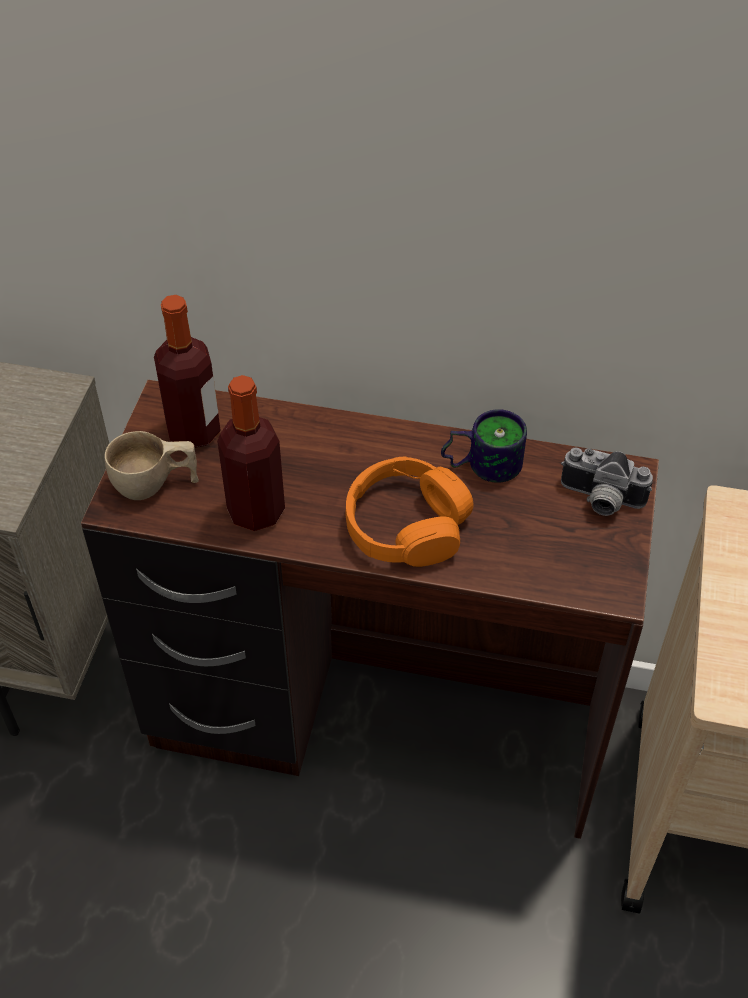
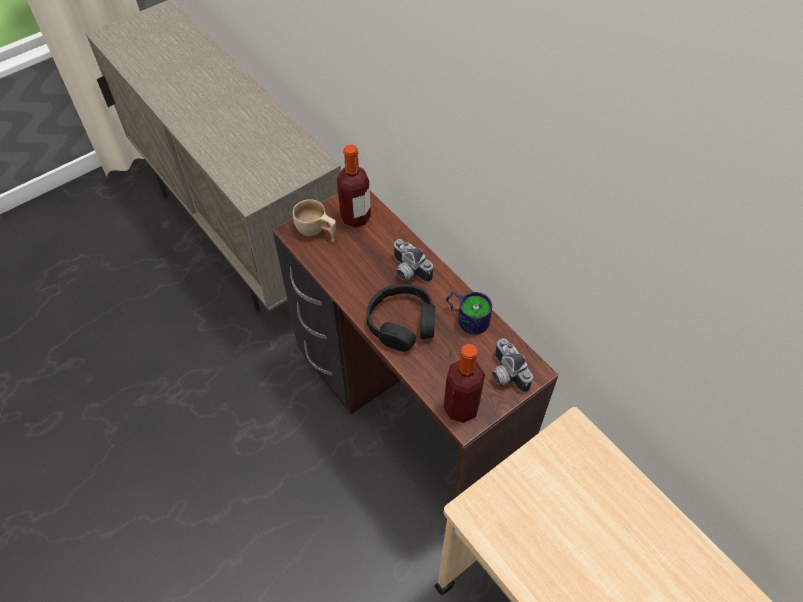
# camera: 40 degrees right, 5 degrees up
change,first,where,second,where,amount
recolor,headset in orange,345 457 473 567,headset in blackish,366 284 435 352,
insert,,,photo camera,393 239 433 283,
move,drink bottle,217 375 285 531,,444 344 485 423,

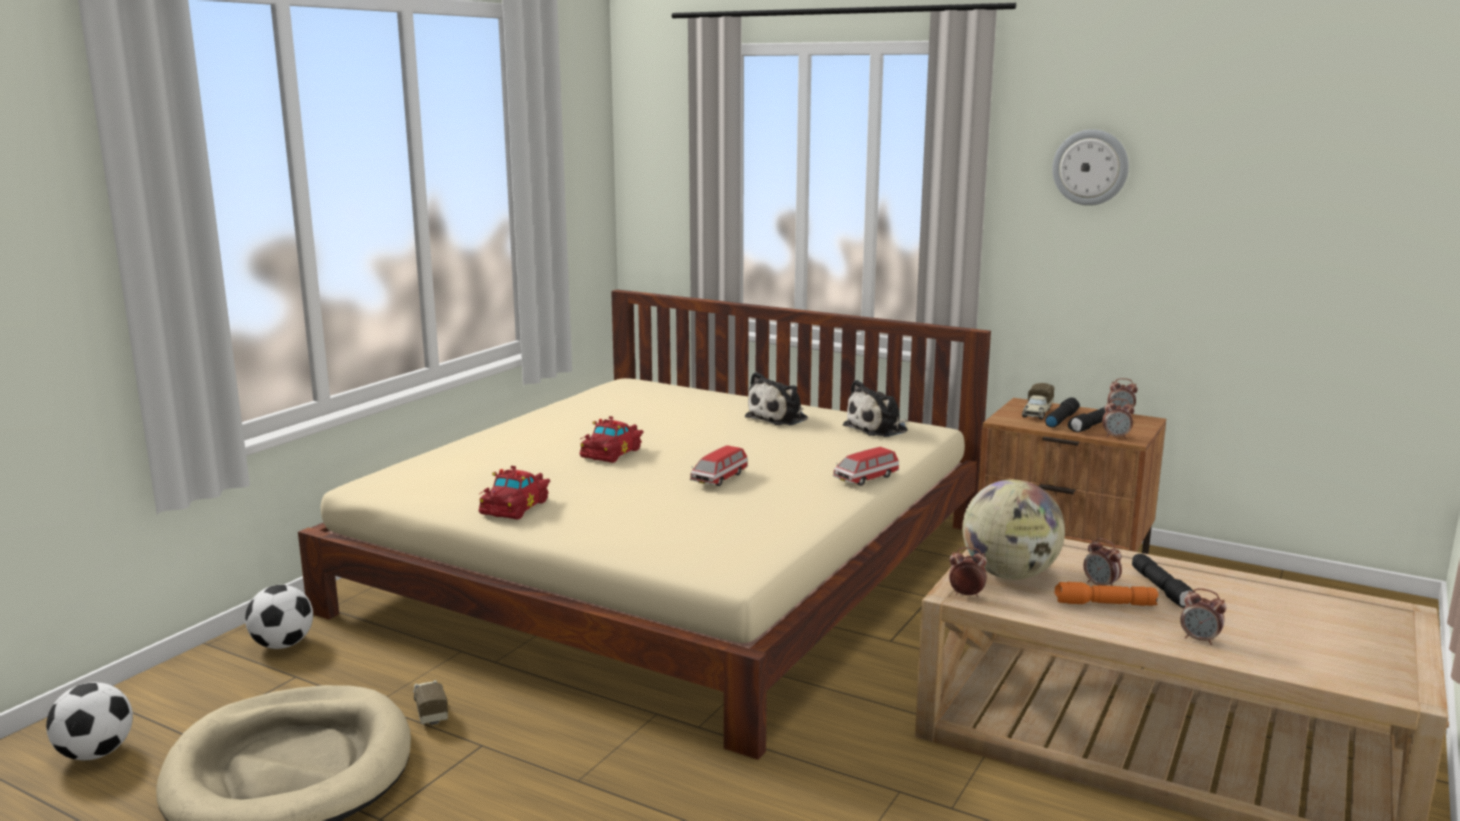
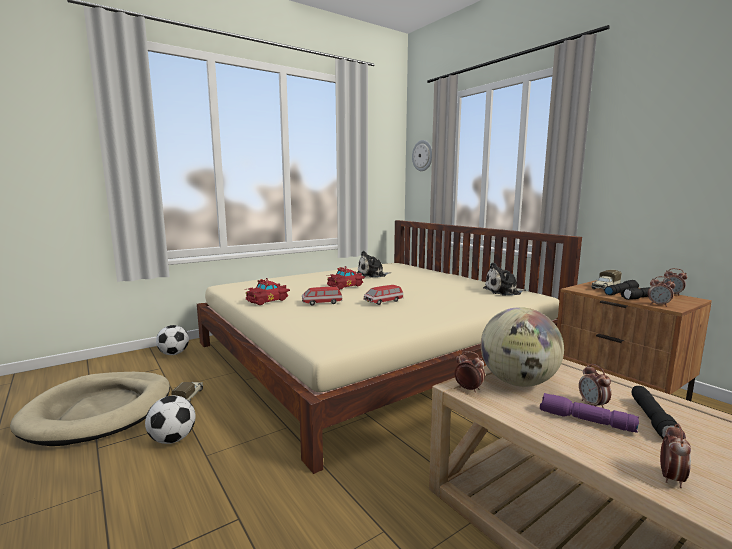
# camera: 25 degrees right, 5 degrees down
change,first,where,second,where,amount
move,ball for football,46 682 133 760,,145 396 196 444,
move,toy car,833 447 899 486,,302 287 342 306,
move,soft toy,745 372 808 425,,356 251 391 278,
move,clock on the wall,1052 129 1129 206,,412 140 432 171,
recolor,hand torch in orange,1055 582 1159 606,hand torch in purple,540 393 639 433,
rotate,alarm clock,1180 588 1227 645,,660 423 691 488,120 degrees counterclockwise

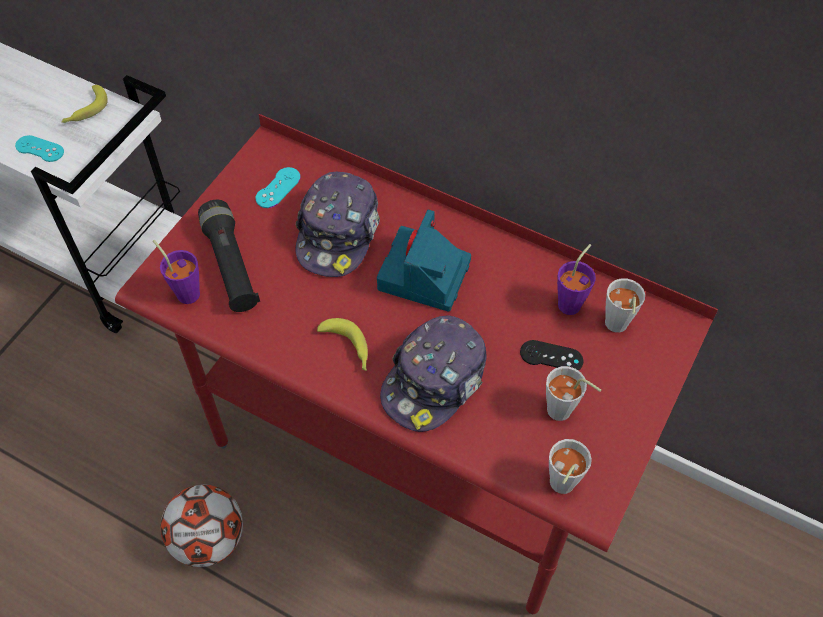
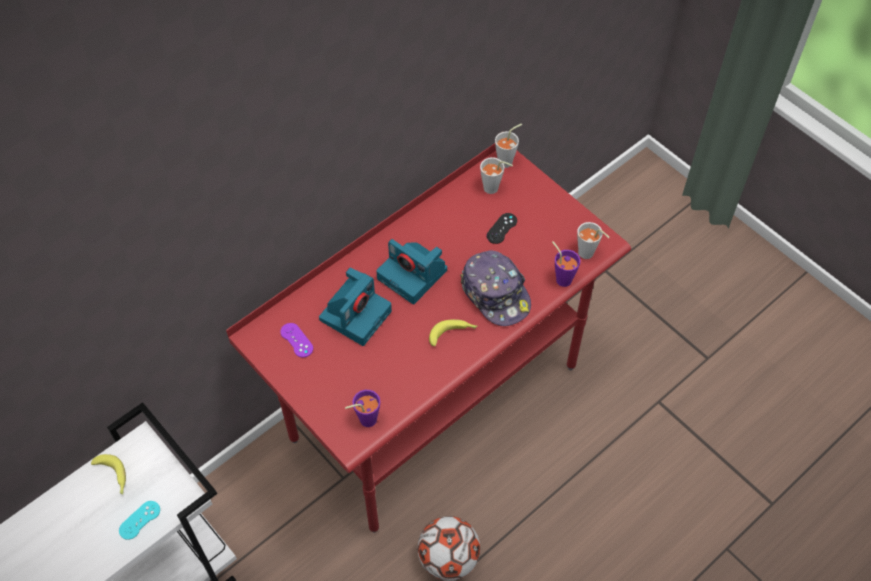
# camera: 70 degrees left, 0 degrees up
change,first,where,second,where,amount
recolor,joypad in turquoise-coloured,256 167 301 208,joypad in purple,280 323 313 357,
replace,cap,295 172 380 277,photo camera,319 267 392 346,
move,cup in gray,546 366 601 421,,495 123 522 168,
move,cup in purple,557 244 596 315,,552 241 581 287,
delete,hand torch in blackish,198 200 260 312,,,

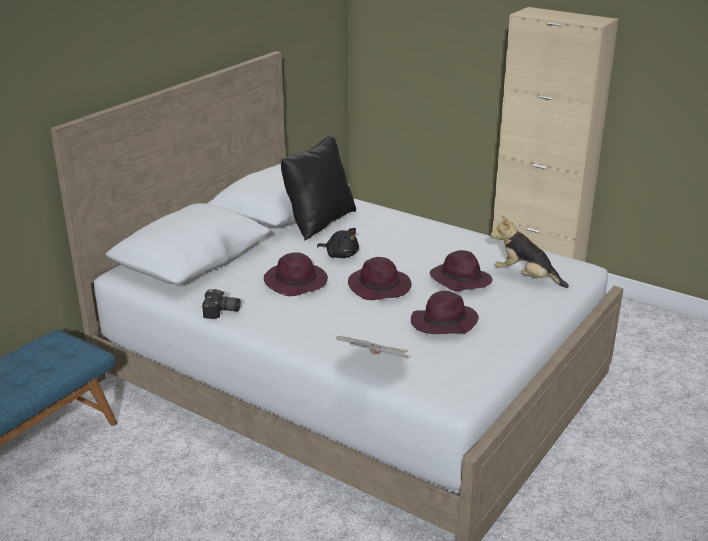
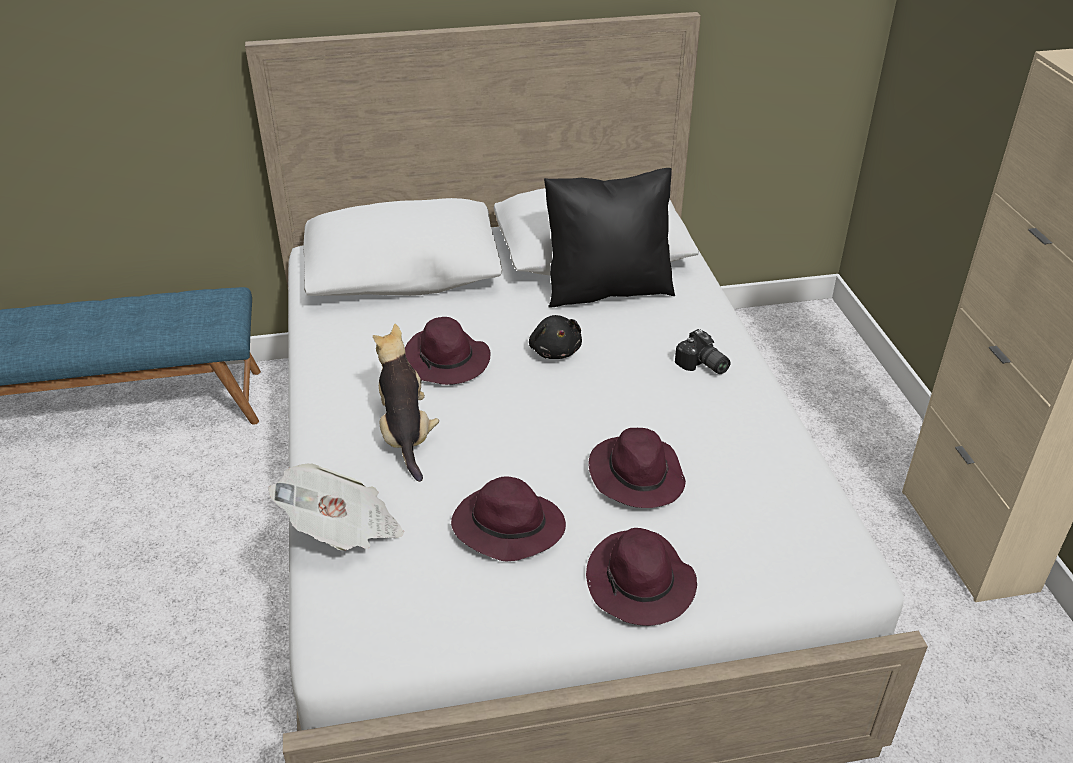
# camera: 45 degrees right, 10 degrees up
change,first,where,second,where,amount
move,soft toy,491 215 569 288,,373 324 439 482,
move,wearable hat in purple,348 257 412 300,,586 528 697 626,
move,photo camera,202 289 241 319,,675 329 731 374,

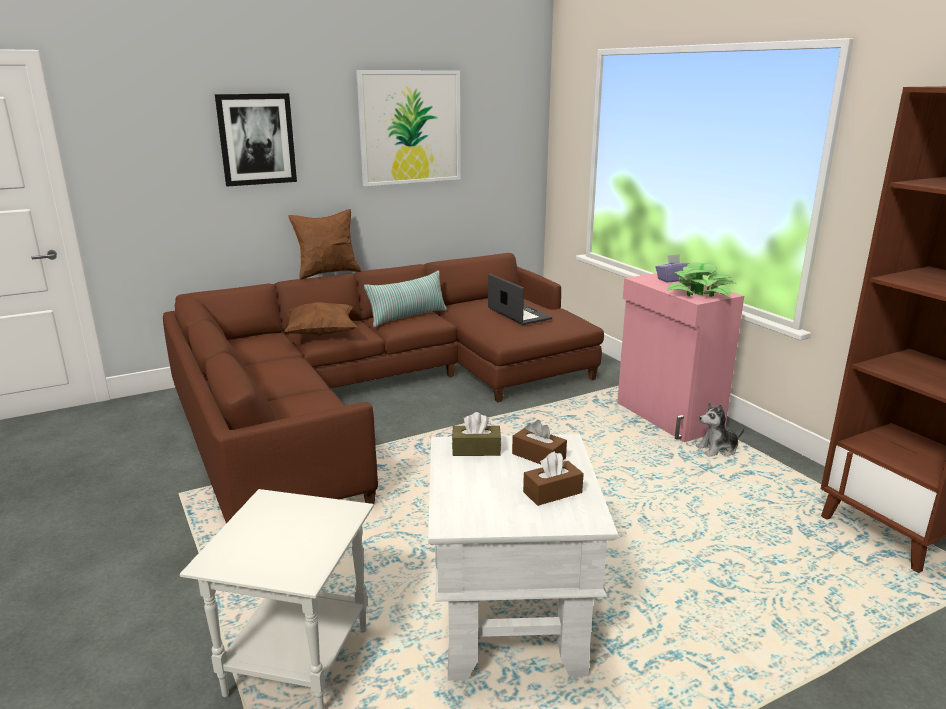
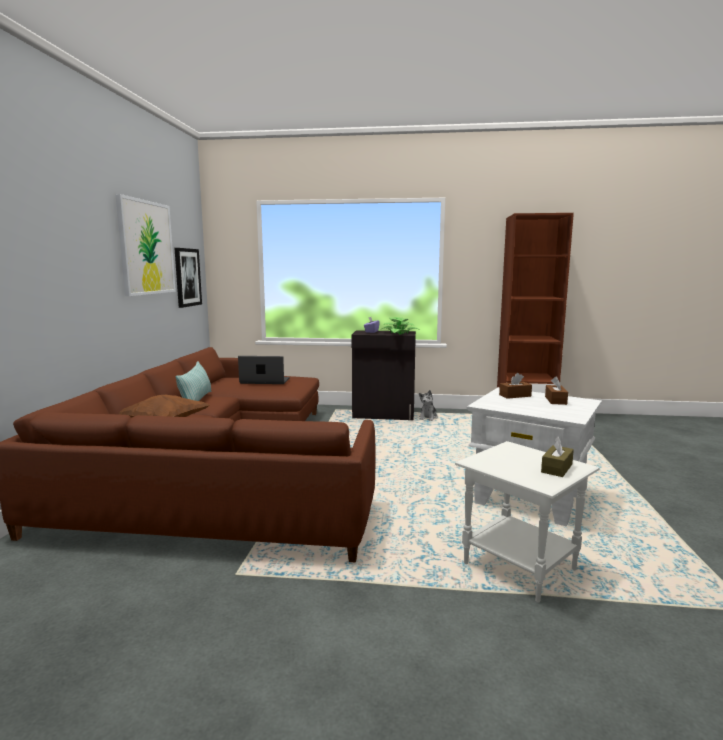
# camera: 55 degrees left, 10 degrees down
change,first,where,second,where,amount
move,wall art,215 93 297 187,,174 248 202 308,
recolor,storage cabinet in pink-coloured,617 273 744 442,storage cabinet in blackish,351 330 416 420,
move,tissue holder in brownish,452 412 501 456,,541 436 574 477,
delete,throw pillow in brownish,289 209 361 280,,,

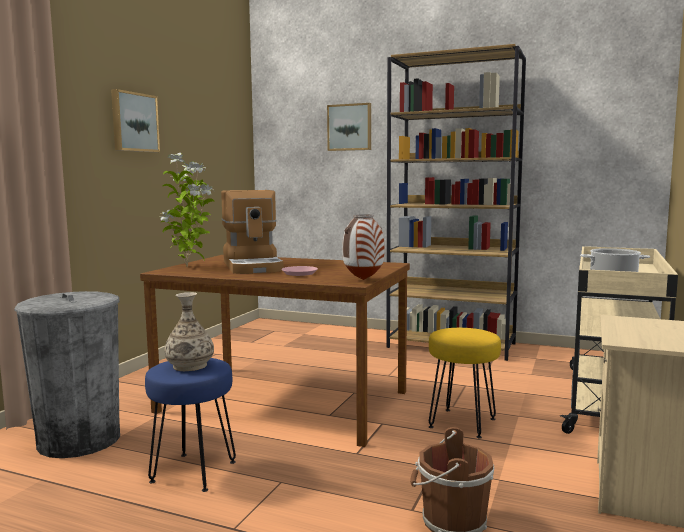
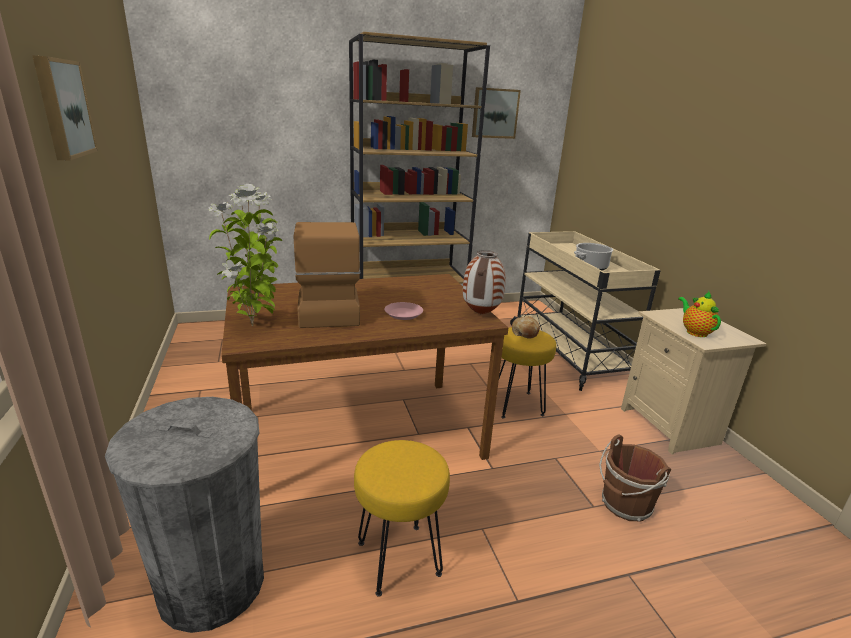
# camera: 40 degrees left, 15 degrees up
change,first,where,second,where,amount
rotate,coffee machine,221 190 284 274,,293 222 360 328,135 degrees counterclockwise
recolor,sitting stool in blue-coloured,145 358 236 492,sitting stool in yellow,354 440 450 597,
move,wall art,327 103 371 151,,472 87 521 139,
insert,,,baked bread,512 316 540 338,
insert,,,tea pot,678 291 721 337,
delete,flower vase,164 292 214 371,,,

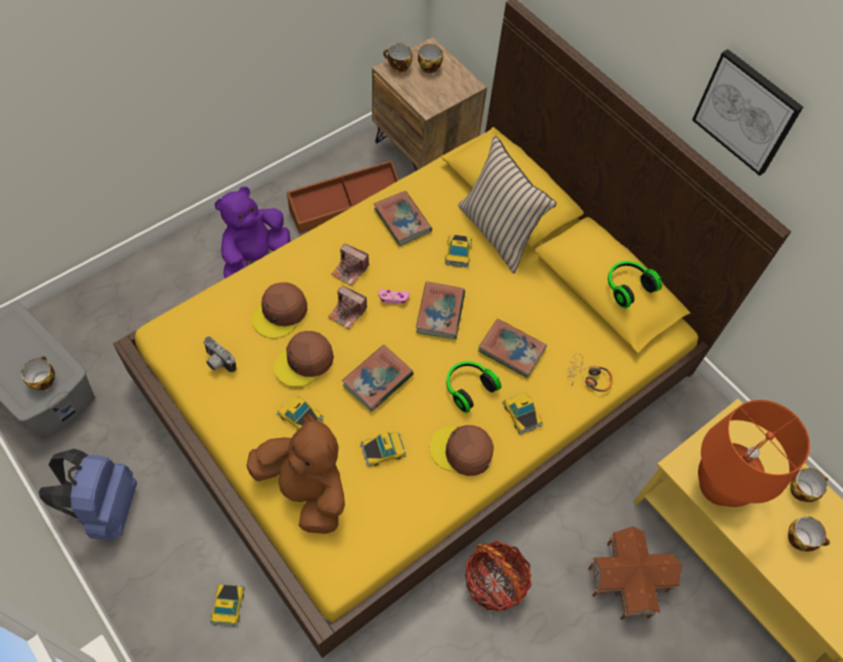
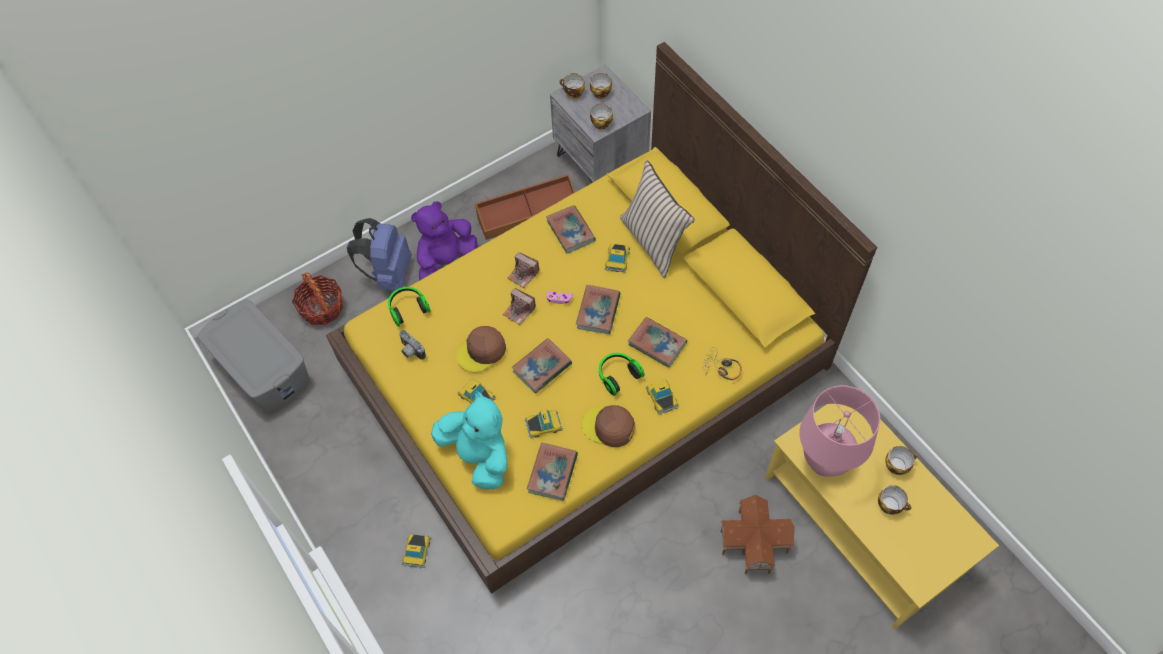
# camera: 10 degrees right, 0 degrees up
change,first,where,second,where,amount
move,basket,465 541 532 611,,292 273 343 325,
move,rucksack in blue-coloured,39 449 137 541,,347 218 412 291,
move,headset,608 261 662 309,,388 287 431 327,
recolor,soft toy in brownish,247 413 345 534,soft toy in turquoise-coloured,431 391 508 490,
insert,,,bound book,527 442 578 501,
recolor,nightstand in brownish,372 37 487 171,nightstand in gray,550 64 651 183,
move,cup,21 356 55 390,,590 103 613 129,
recolor,table lamp in orange,698 400 810 507,table lamp in pink-coloured,799 385 880 477,
delete,cap in brownish,252 282 307 338,,,
delete,wall art,692 49 803 176,,,

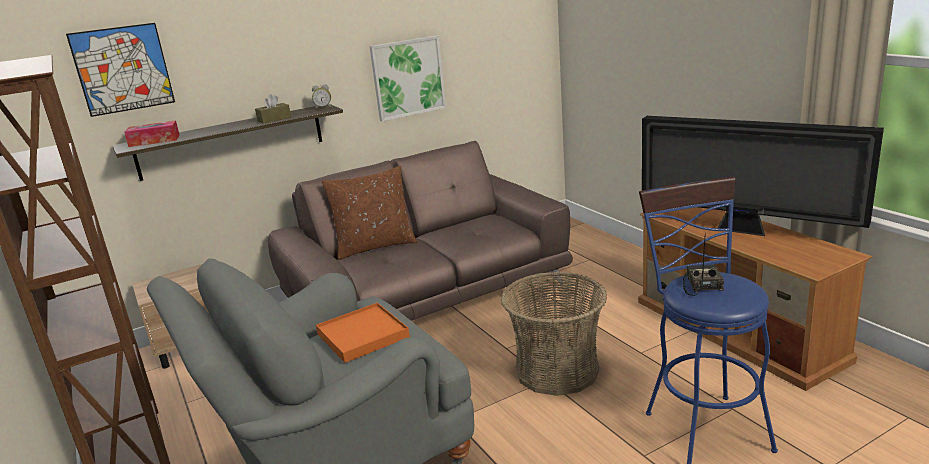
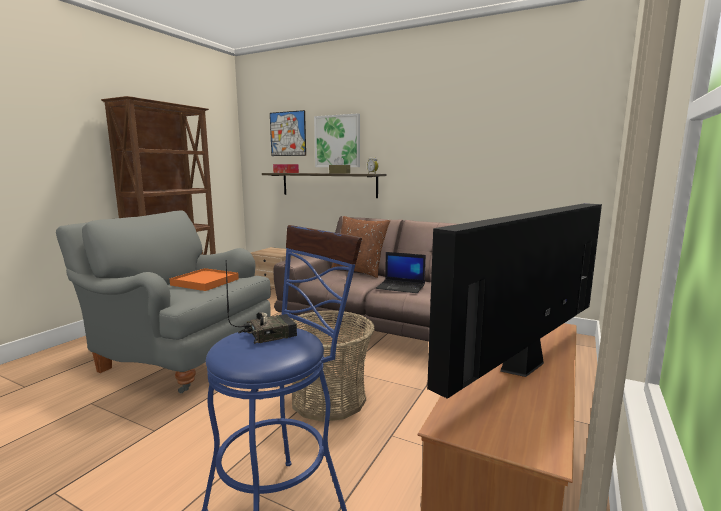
# camera: 55 degrees right, 10 degrees down
change,first,where,second,where,amount
move,wall art,369 35 446 122,,314 113 360 167,
insert,,,portable computer,376 252 426 293,
rotate,TV set,642 116 884 236,,427 203 602 399,45 degrees clockwise

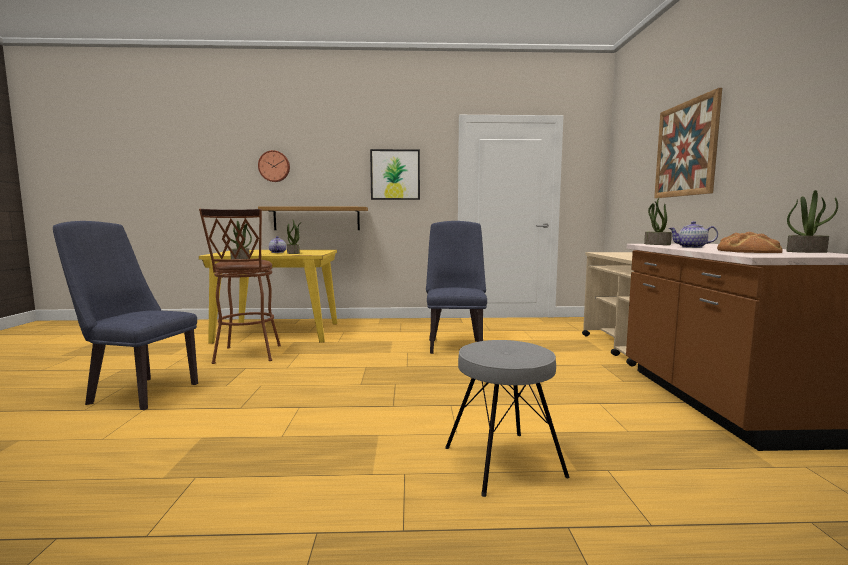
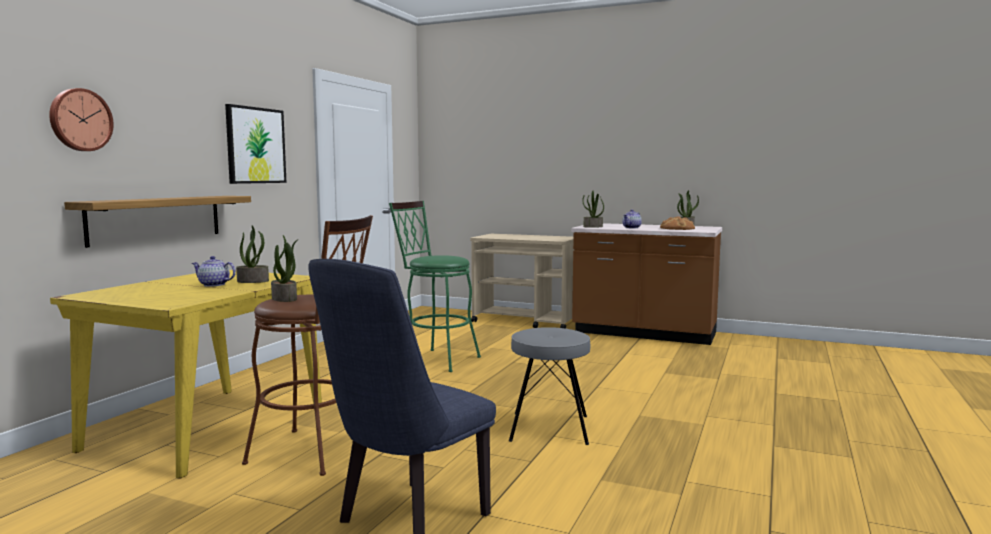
# camera: 65 degrees left, 0 degrees up
change,first,where,second,where,amount
replace,chair in blue-coloured,426 221 487 354,sitting stool in greenish,389 201 481 372,
move,sitting stool in gray,445 340 570 497,,509 327 590 445,
delete,wall art,654 88 722 198,,,

